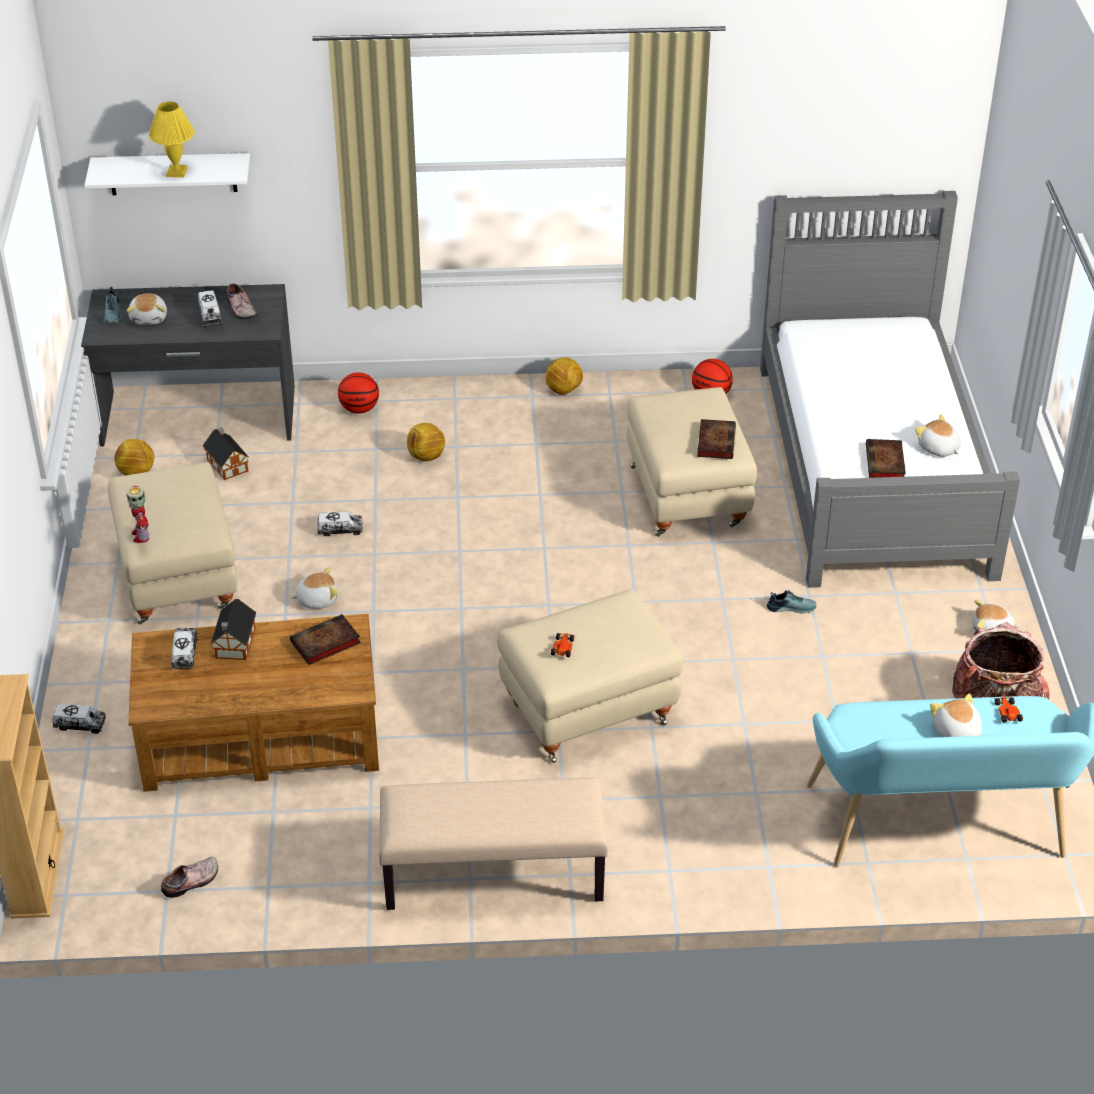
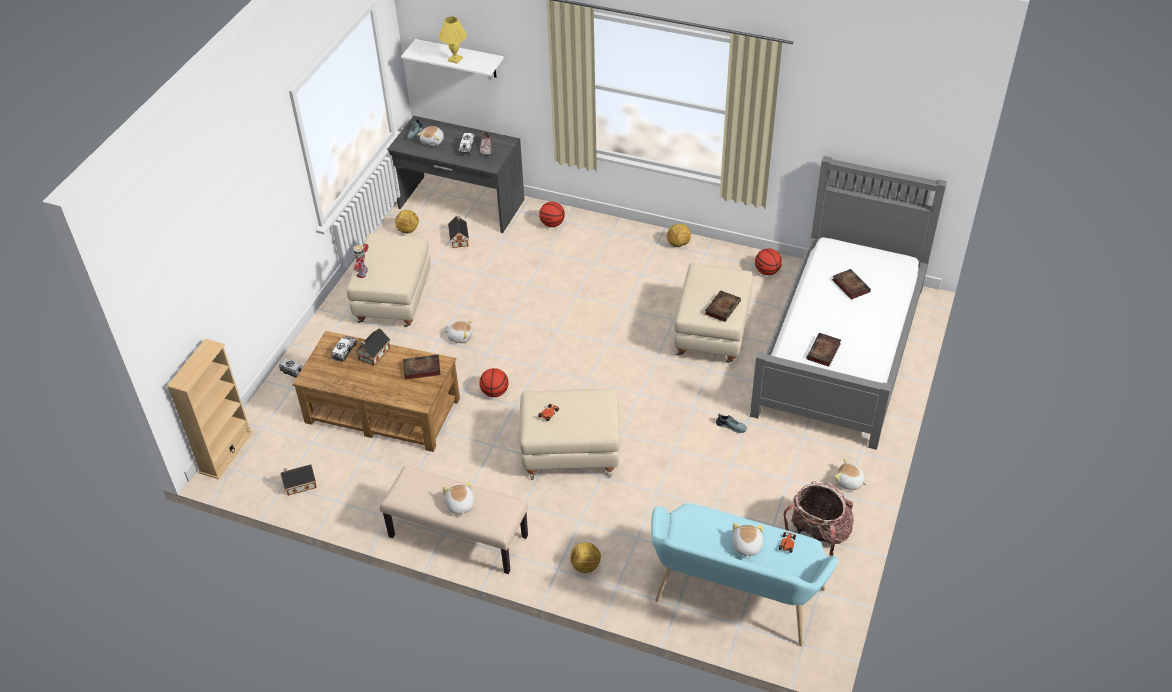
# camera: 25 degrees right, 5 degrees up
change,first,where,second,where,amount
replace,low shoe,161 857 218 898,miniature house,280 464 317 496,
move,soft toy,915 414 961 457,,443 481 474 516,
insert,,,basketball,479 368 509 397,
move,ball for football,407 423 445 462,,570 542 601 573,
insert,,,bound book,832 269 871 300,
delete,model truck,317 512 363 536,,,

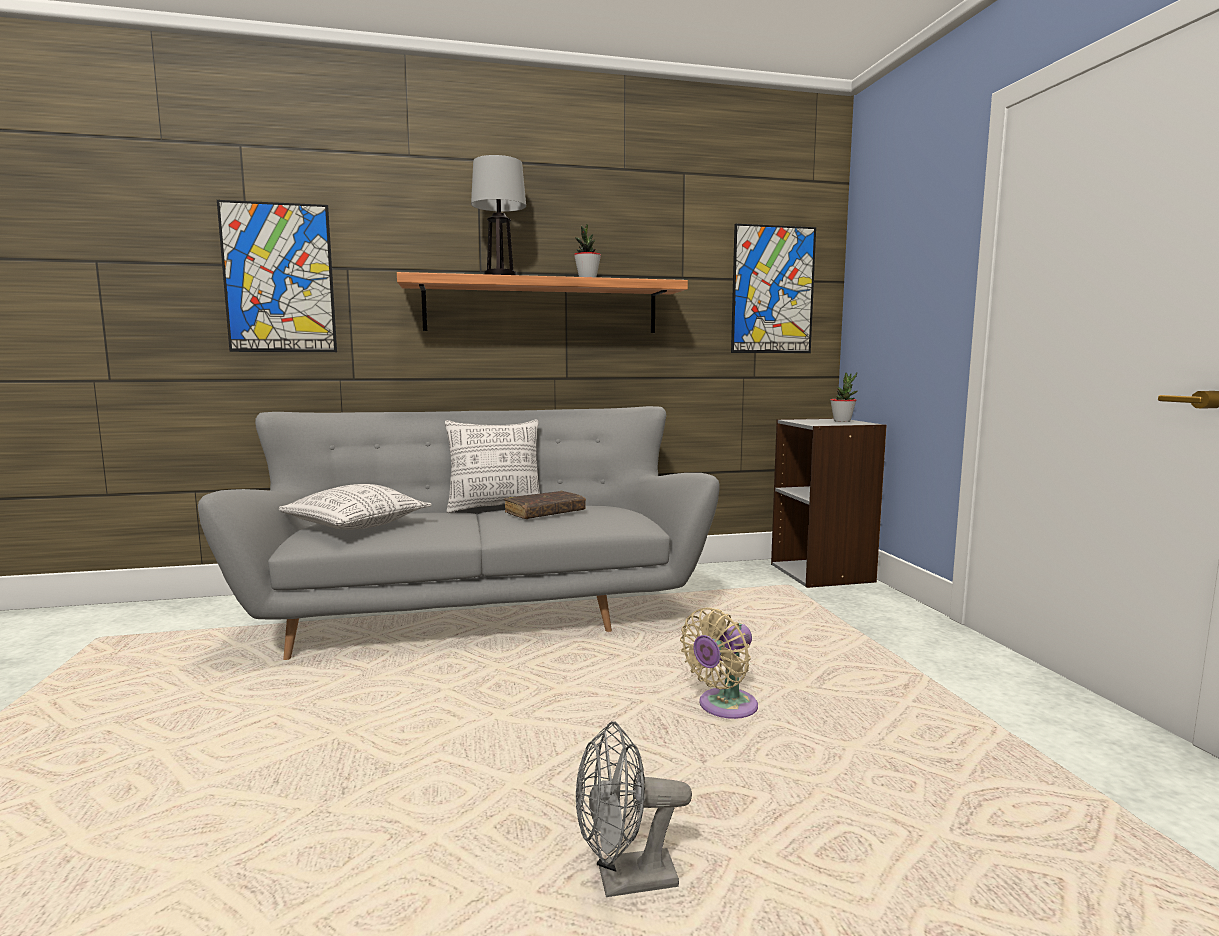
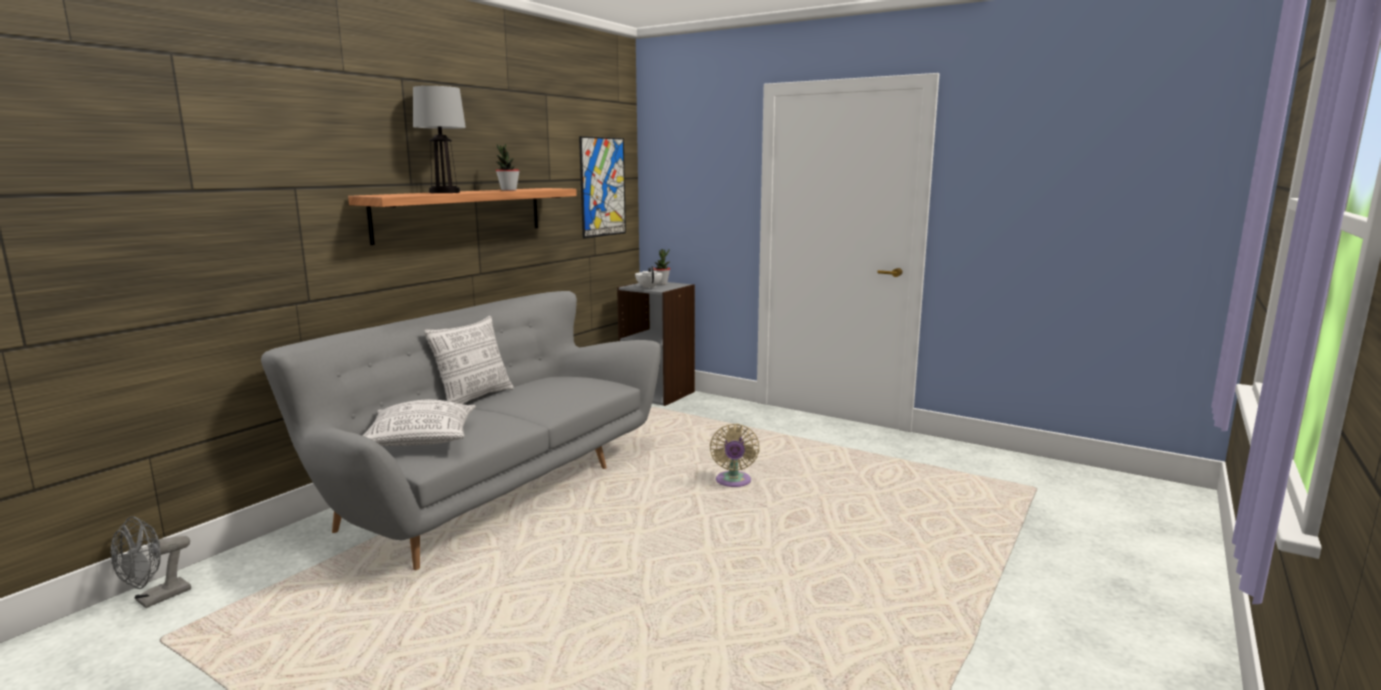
# camera: 45 degrees left, 5 degrees up
change,first,where,second,where,amount
move,cooling fan in gray,576 721 692 897,,110 516 191 608,
insert,,,tea pot in whitish,635 266 662 289,
delete,wall art,217 200 337 352,,,
delete,bound book in brownish,504 490 586 519,,,

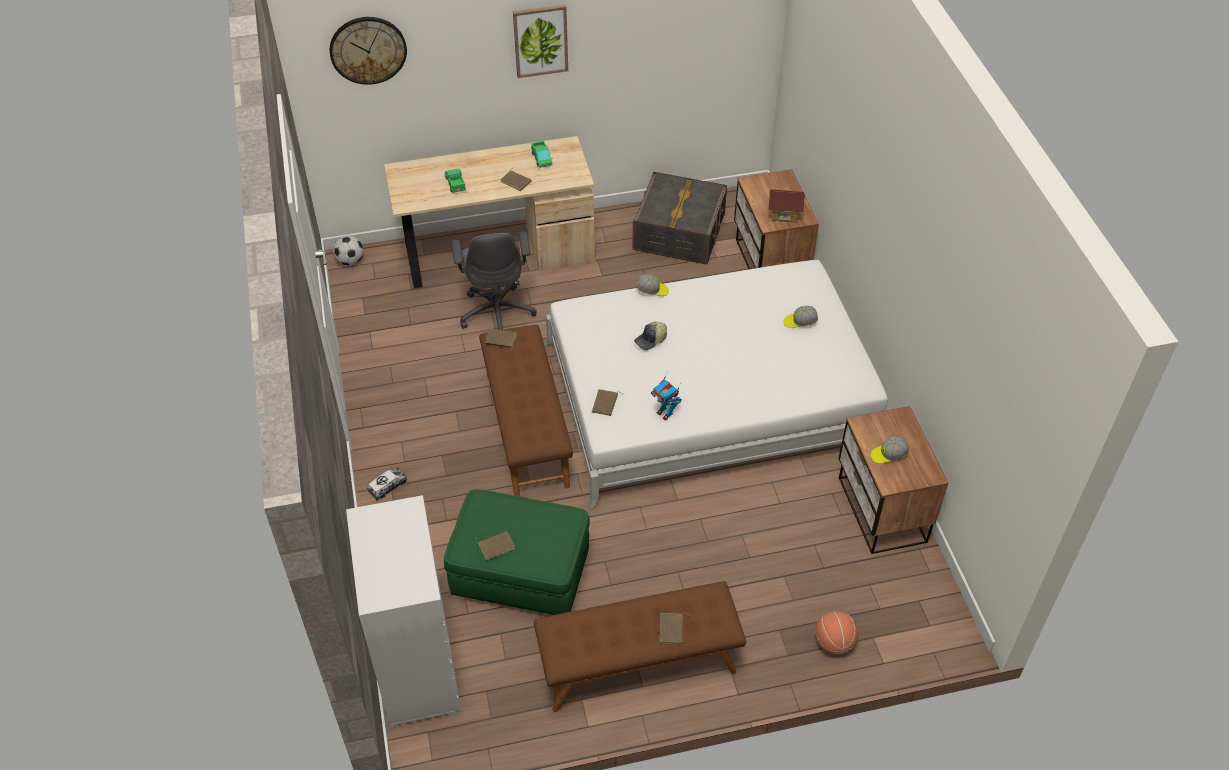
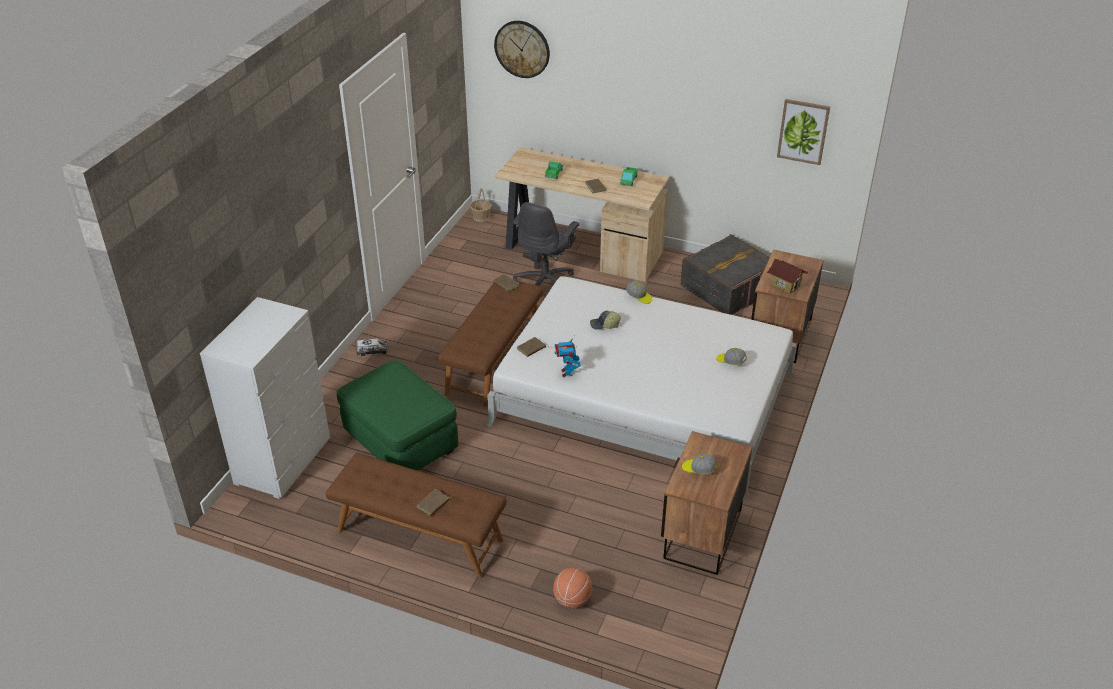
# camera: 35 degrees right, 10 degrees down
change,first,where,second,where,amount
replace,ball for football,333 235 363 265,basket,470 188 492 222,
move,wall art,513 5 568 78,,777 99 830 165,
delete,bound book in brownish,475 531 515 560,,,

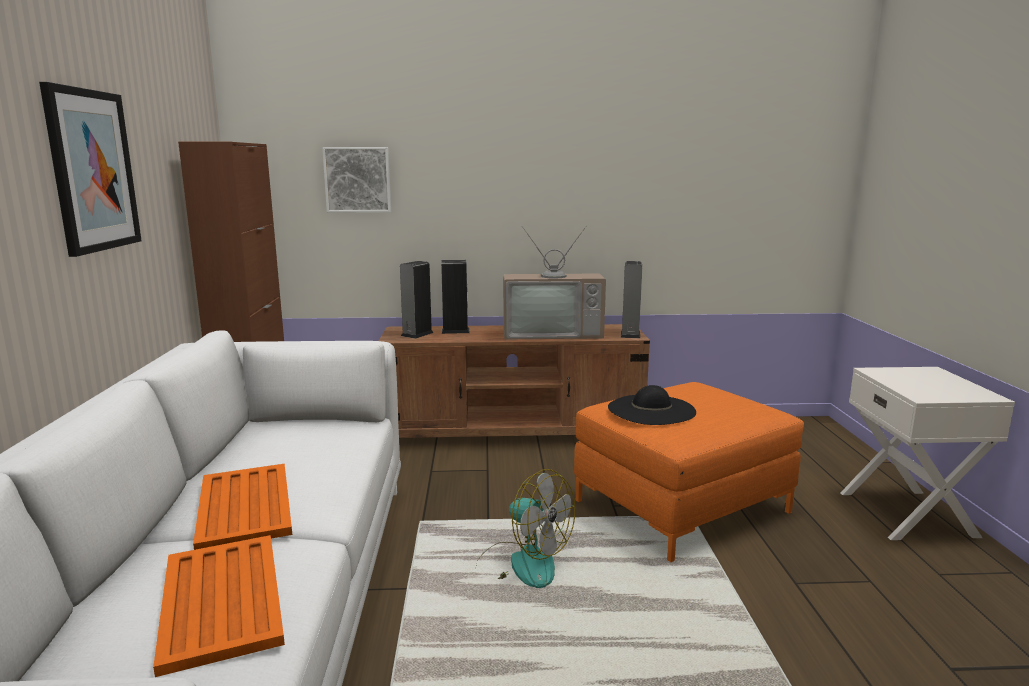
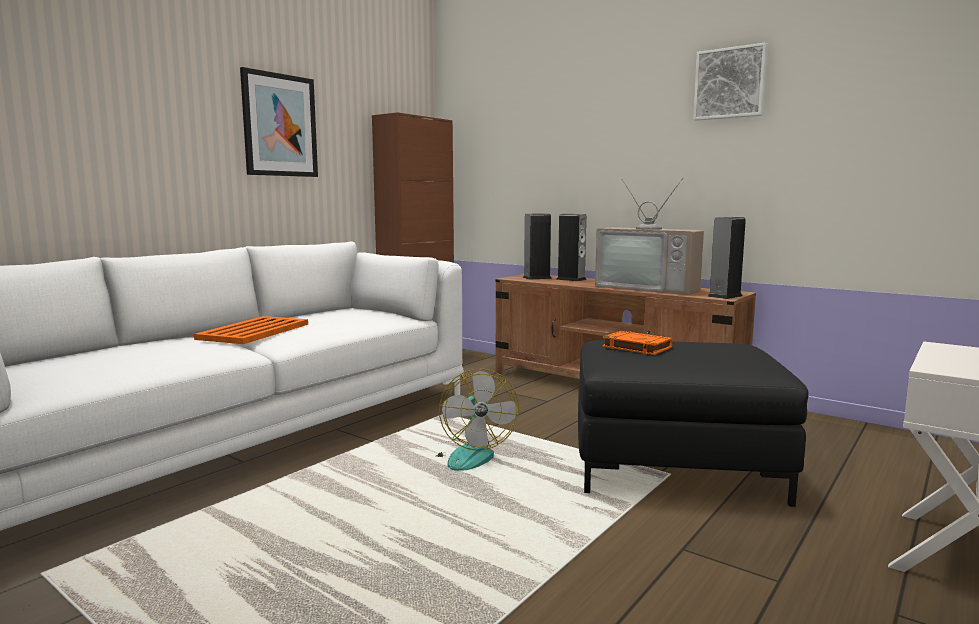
# camera: 40 degrees right, 5 degrees down
change,first,where,second,where,amount
recolor,footrest in orange,574 382 804 562,footrest in blackish,578 340 809 507,
replace,wearable hat in blackish,608 385 696 425,bound book in orange,602 331 673 355,
move,wall art,322 147 391 213,,693 42 768 121,
delete,carrying tray in orange,153 535 285 677,,,

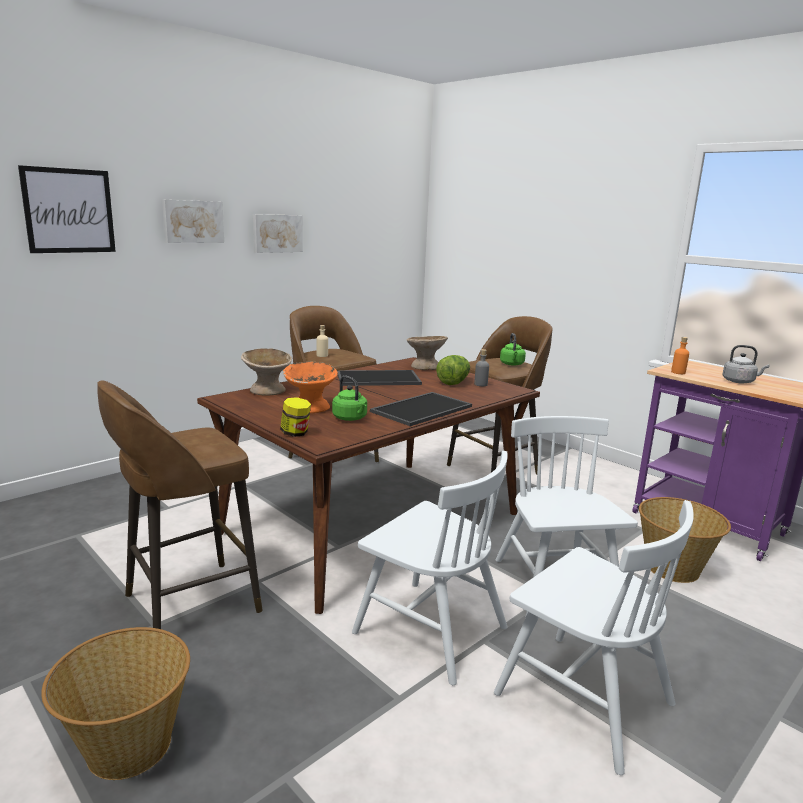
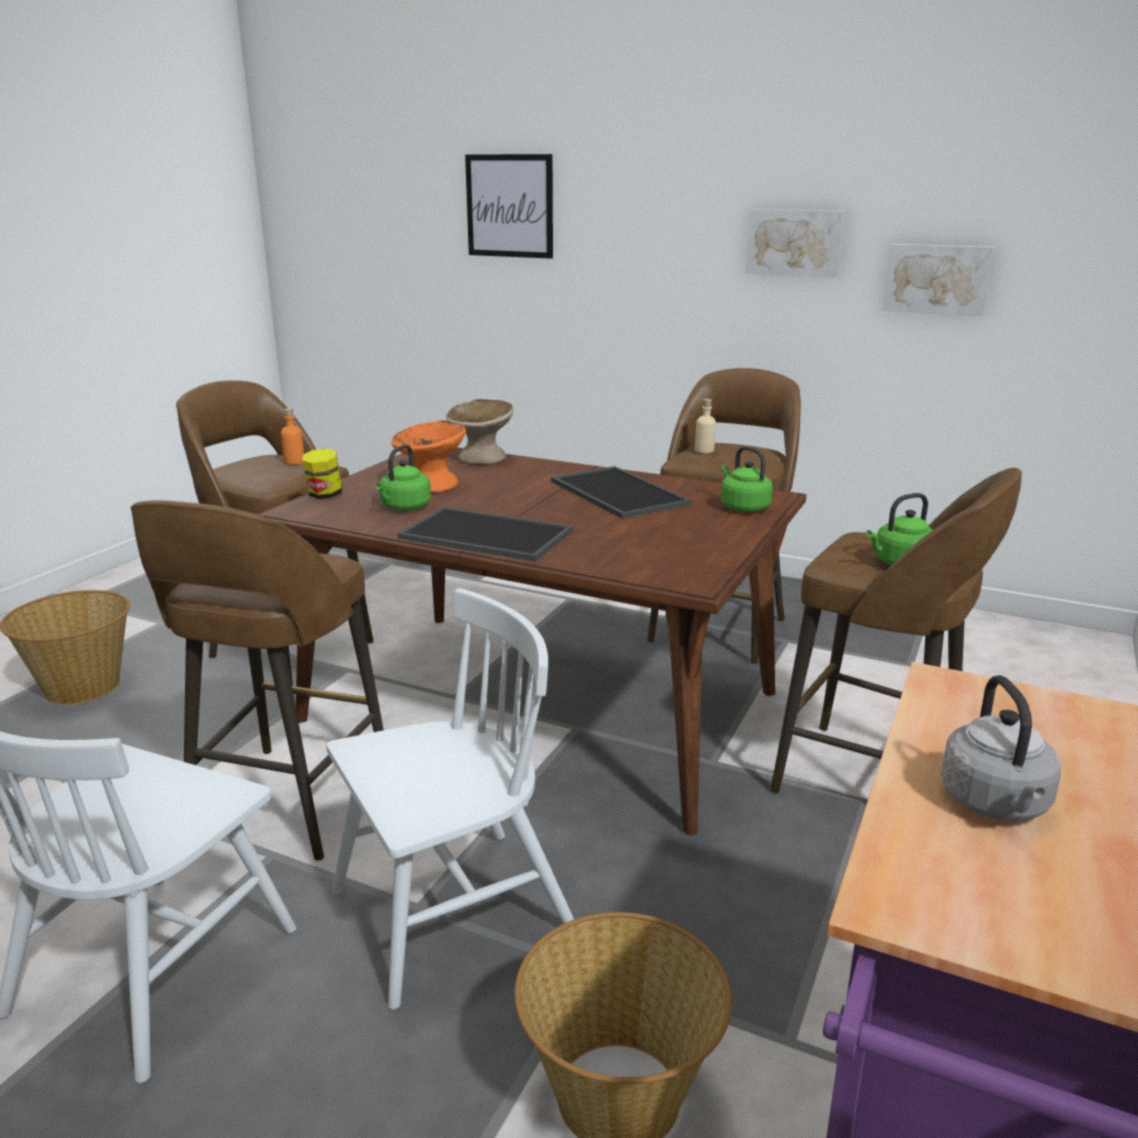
# camera: 70 degrees right, 5 degrees up
change,first,where,second,where,amount
replace,chair in whitish,352 450 508 685,sitting stool in brownish,131 500 384 861,
move,drink bottle in orange,671 337 689 374,,281 408 304 465,
replace,deep dish in beige,407 336 448 370,kettle in greenish,721 446 772 512,
move,wall art,162 200 224 243,,882 244 995 316,
delete,lettuce,436 355 470 385,,,
delete,drink bottle in gray,474 349 489 386,,,

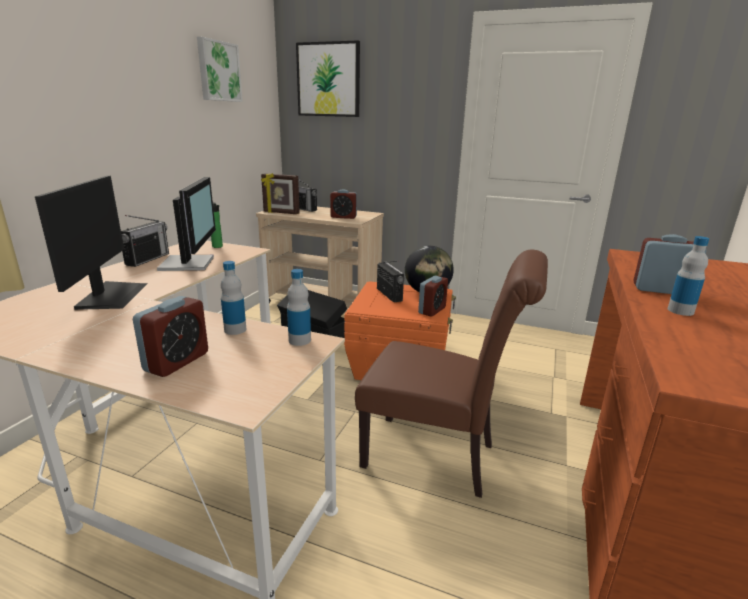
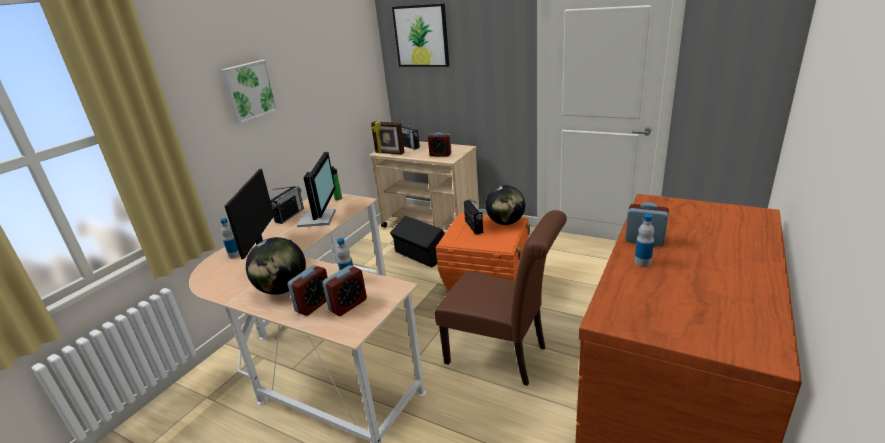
# camera: 10 degrees right, 5 degrees up
change,first,where,second,where,amount
move,drink bottle,287 269 311 346,,220 218 240 258,
move,wall art,197 37 243 102,,221 60 278 124,
insert,,,world globe,246 237 306 295,
move,alarm clock,418 276 448 317,,322 265 367 316,

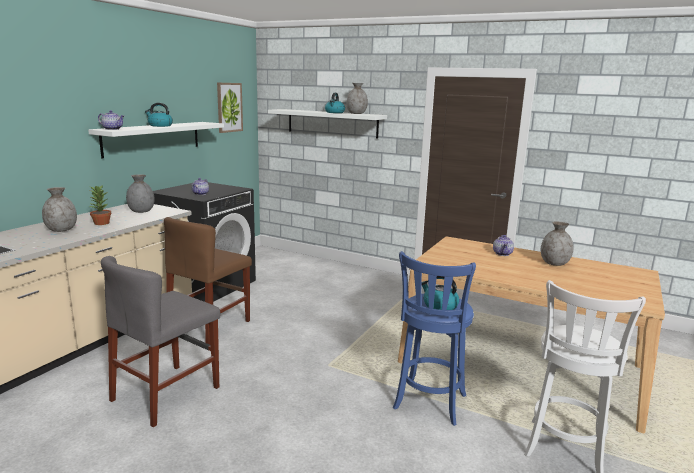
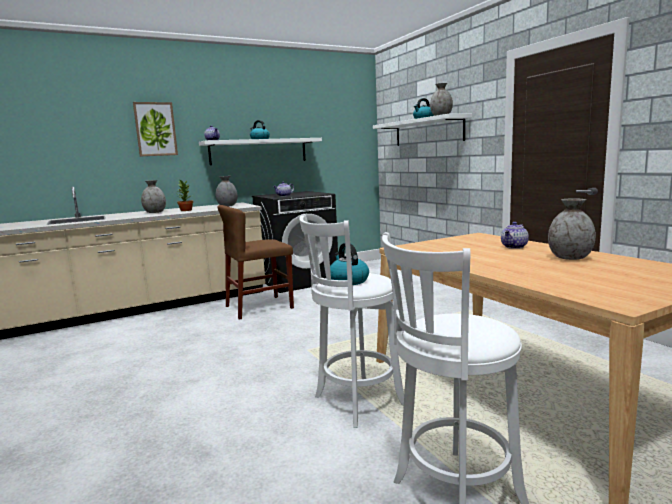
# camera: 35 degrees right, 5 degrees down
change,first,where,second,where,amount
move,wall art,217 83 243 133,,133 102 178 156,
recolor,sitting stool in blue-coloured,393 251 476 426,sitting stool in whitish,299 214 404 428,
delete,chair in gray,101 256 220 427,,,

